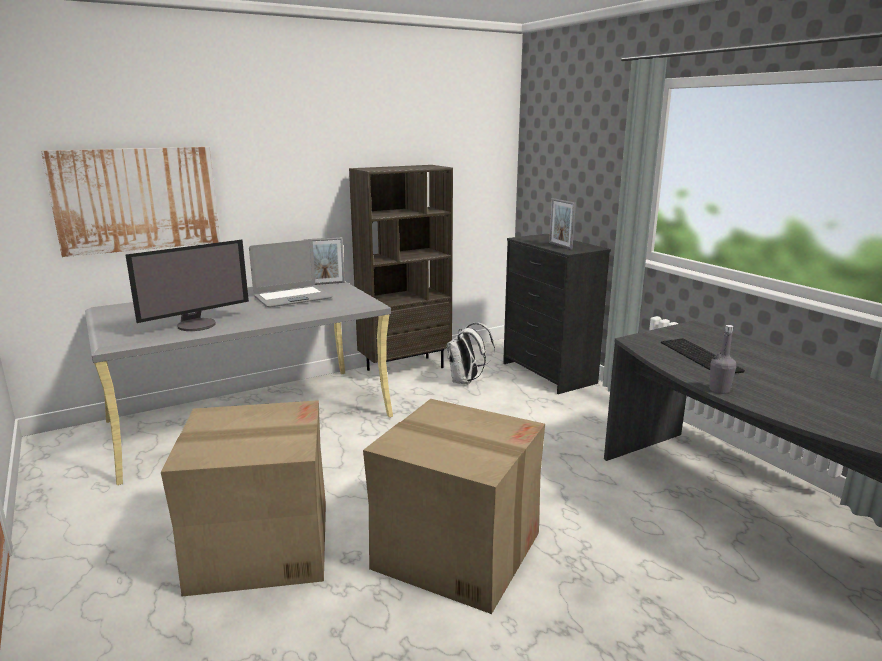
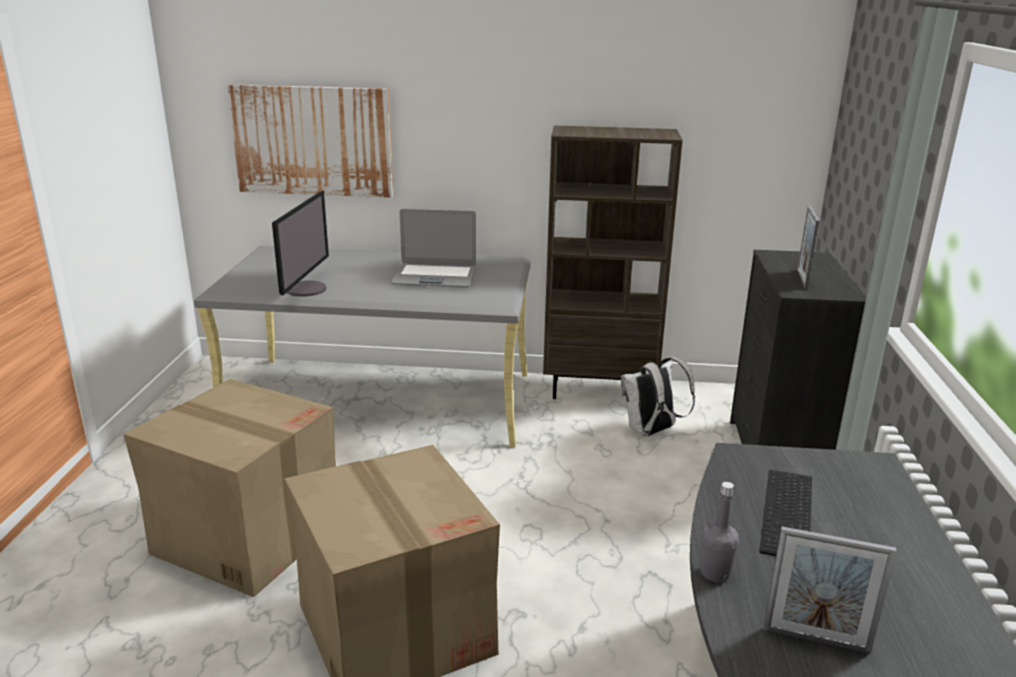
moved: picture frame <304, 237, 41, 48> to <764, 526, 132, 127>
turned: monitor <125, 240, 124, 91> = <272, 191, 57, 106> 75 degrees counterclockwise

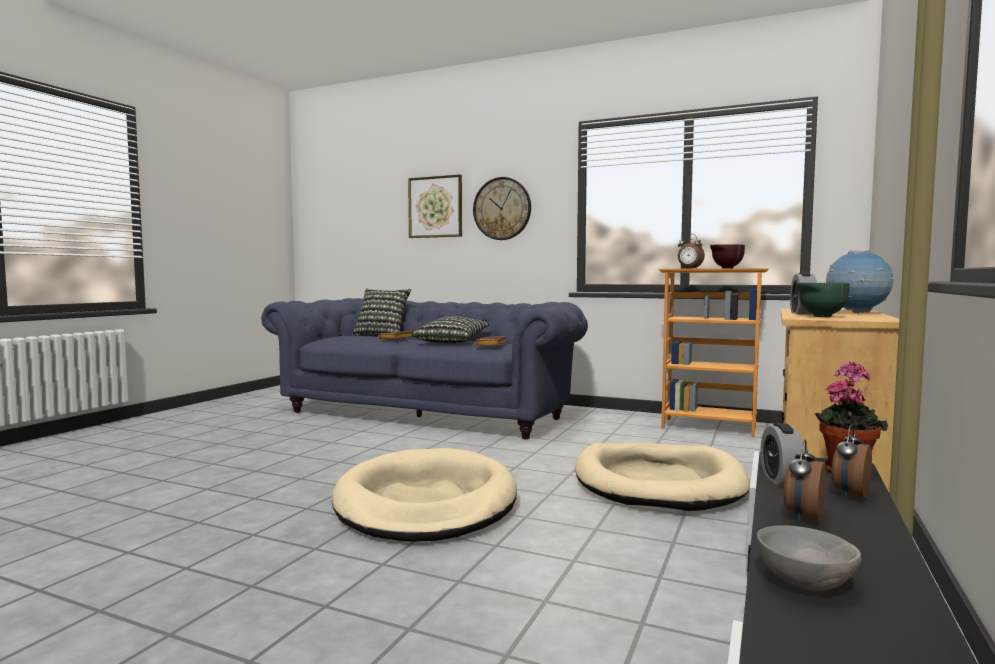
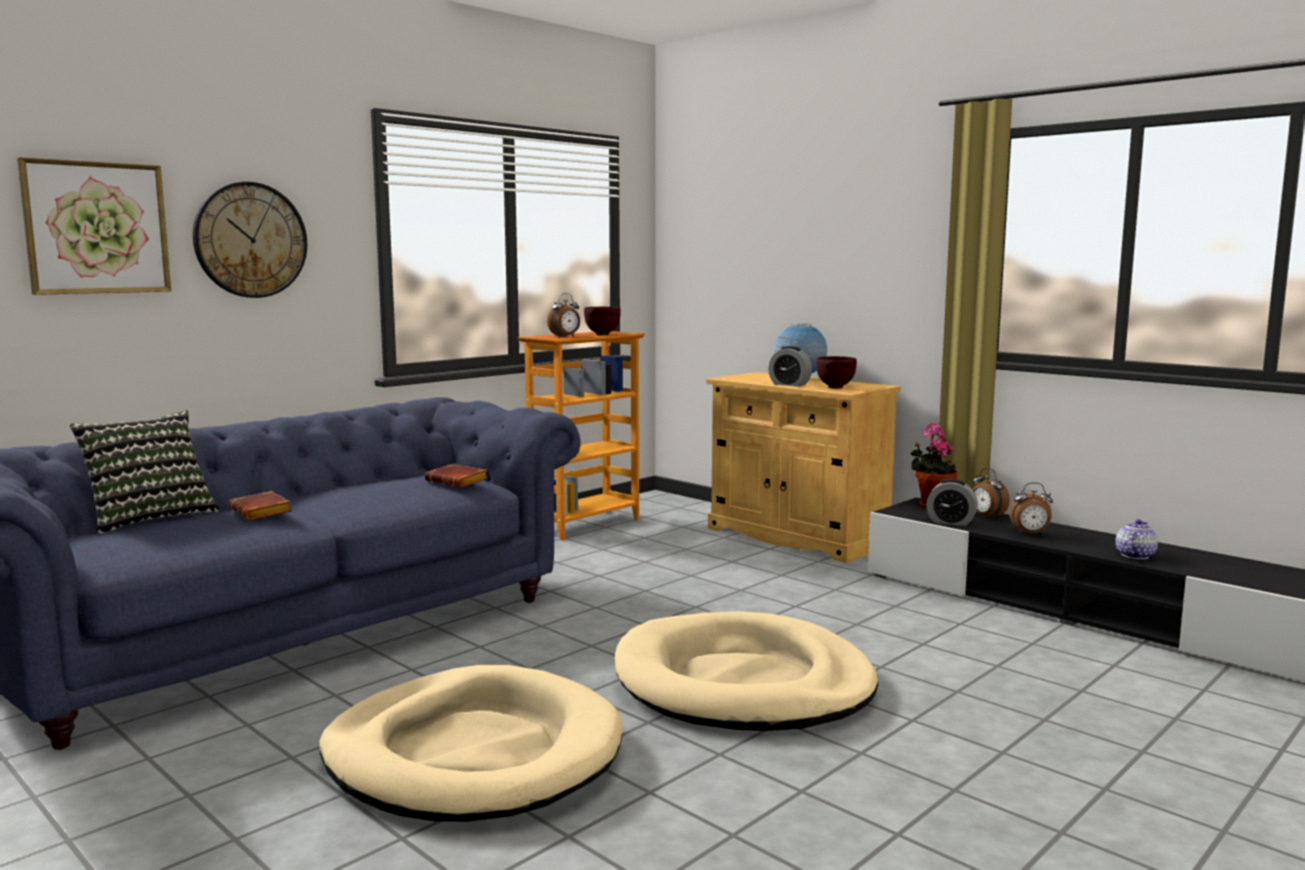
removed: pillow <412, 316, 78, 28>
moved: beige dog bed <575, 443, 175, 68> to <319, 665, 304, 157>
replaced: grey bowl <757, 525, 105, 65> to teapot <1115, 519, 43, 40>
recoloured: green bowl <797, 283, 53, 34> to brown bowl <816, 356, 41, 32>
turned: alarm clock <784, 440, 42, 82> = <1009, 482, 44, 53> 45 degrees counterclockwise

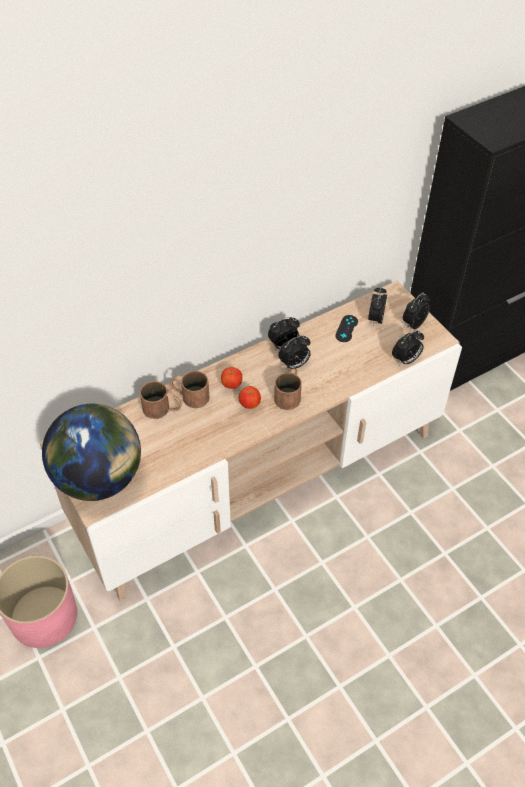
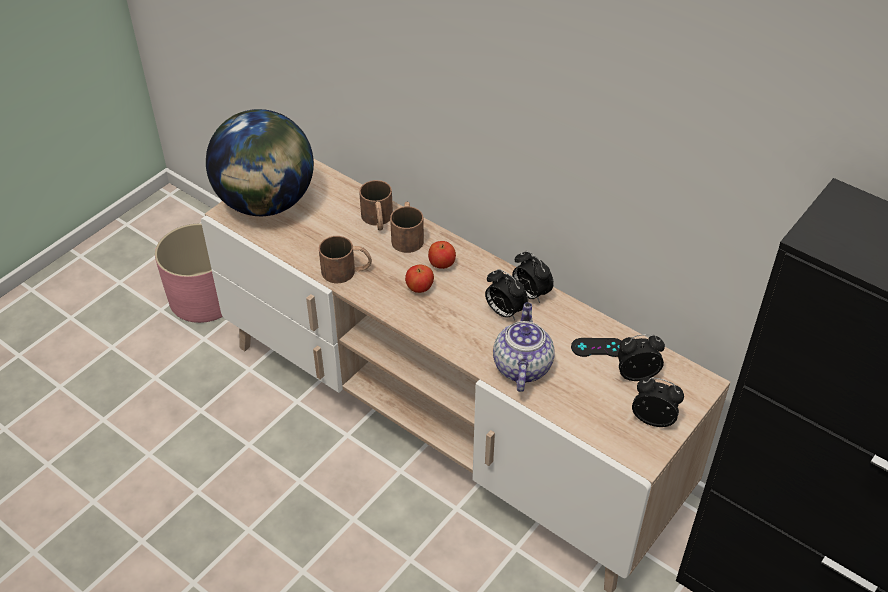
removed: alarm clock <392, 330, 32, 36>
added: teapot <493, 302, 61, 90>
moved: brown mug <274, 368, 28, 42> to <319, 236, 53, 47>

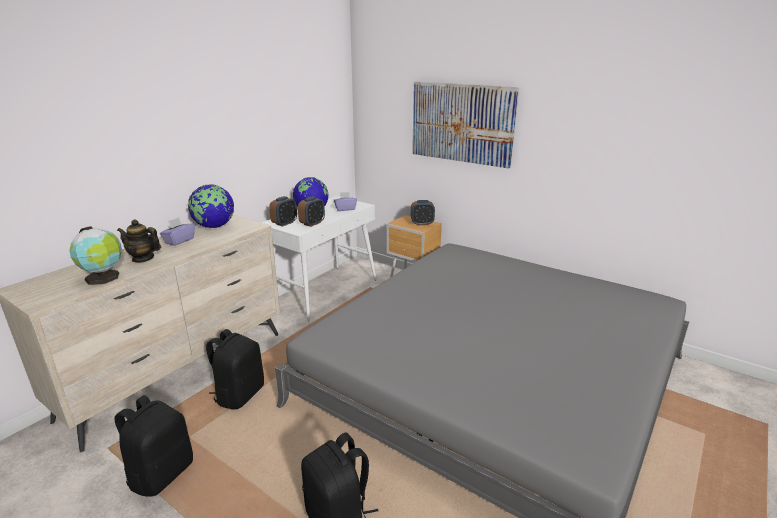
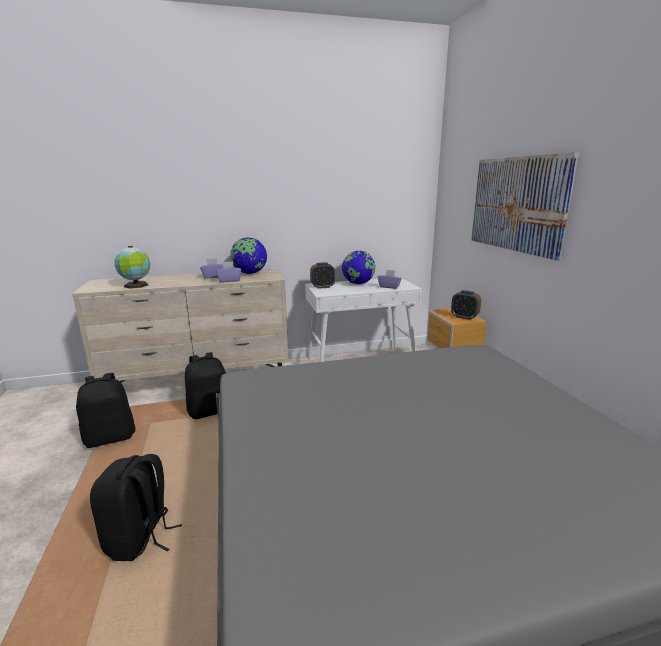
removed: teapot <117, 219, 44, 44>; alarm clock <298, 196, 27, 31>
added: purple tissue box <216, 261, 25, 21>

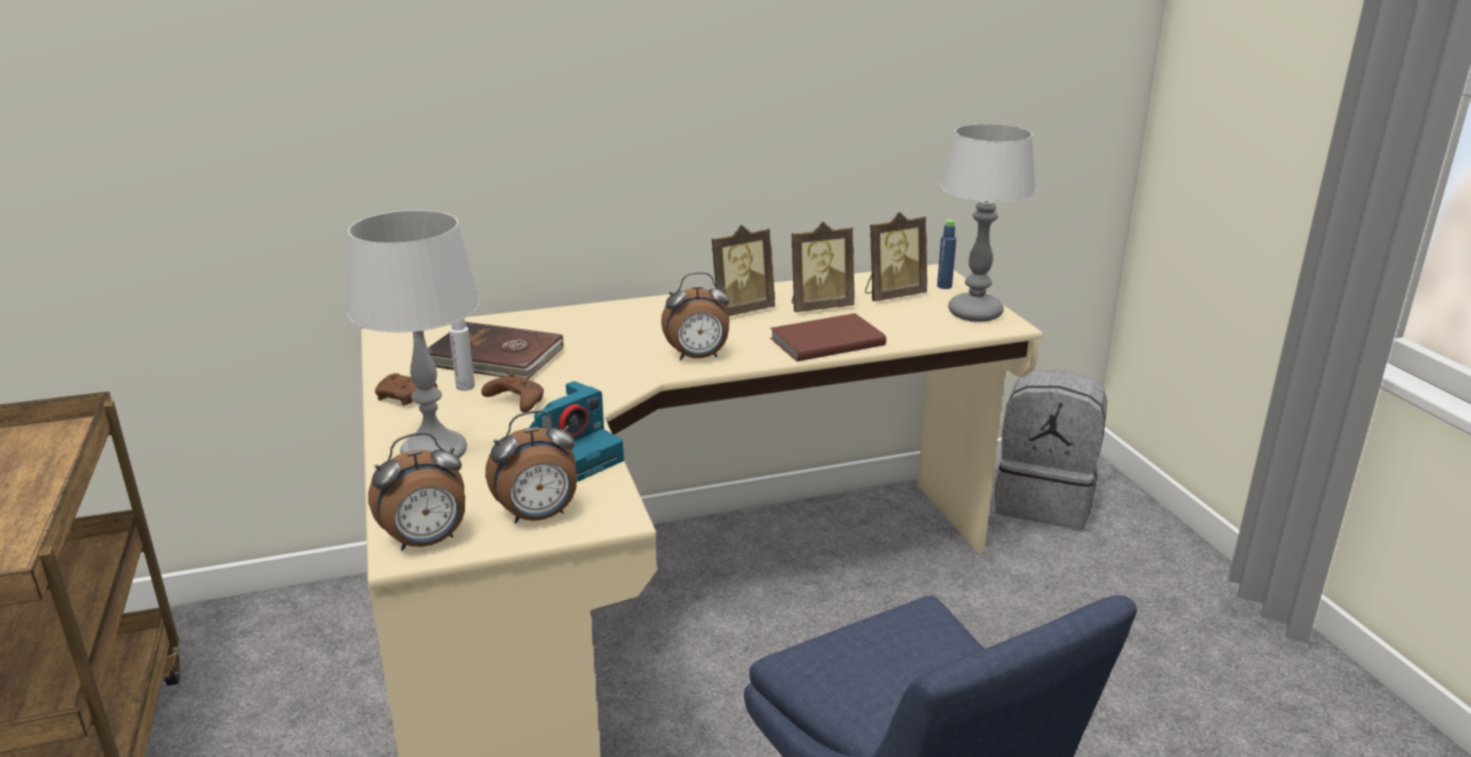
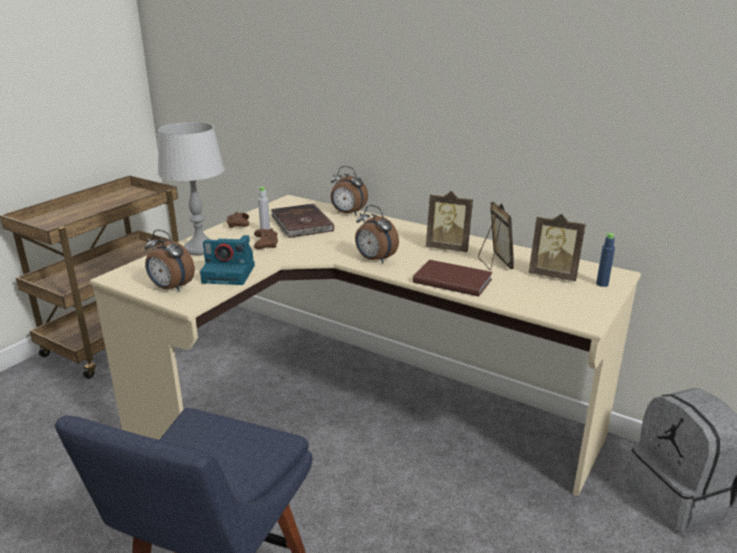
removed: table lamp <941, 124, 95, 198>
moved: alarm clock <368, 432, 97, 119> to <331, 166, 37, 49>
turned: picture frame <792, 222, 63, 90> = <478, 202, 36, 69> 135 degrees counterclockwise

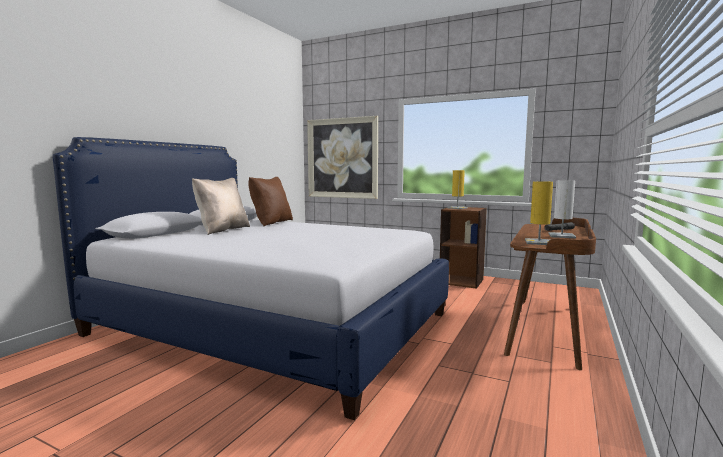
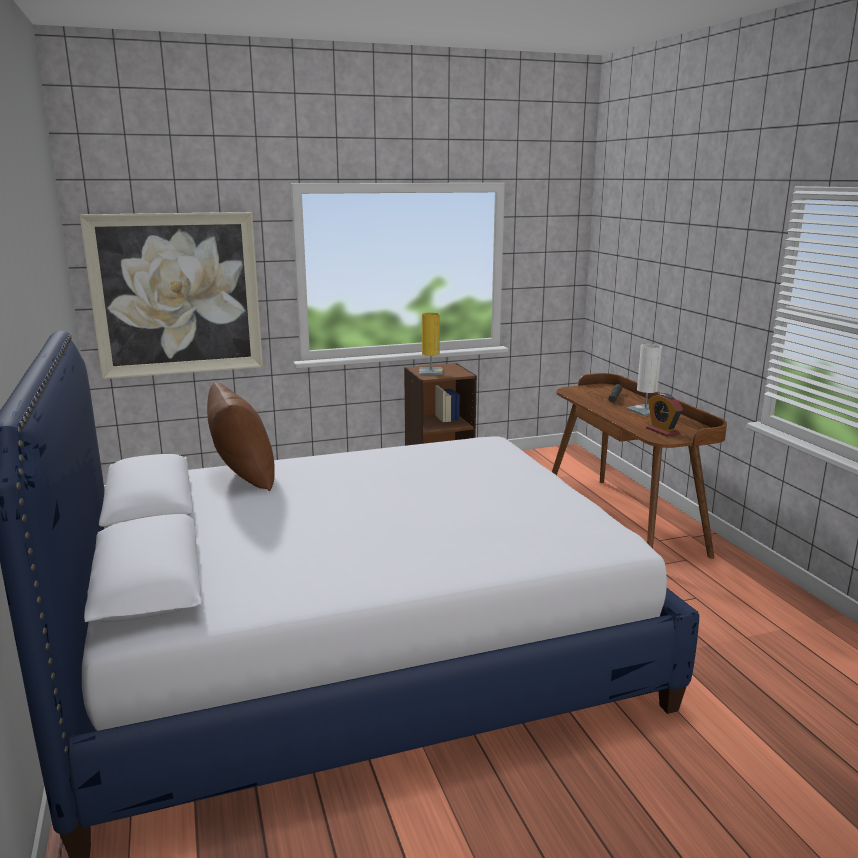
removed: beige pillow <192, 178, 58, 57>
replaced: yellow table lamp <525, 181, 28, 64> to alarm clock <646, 393, 37, 43>

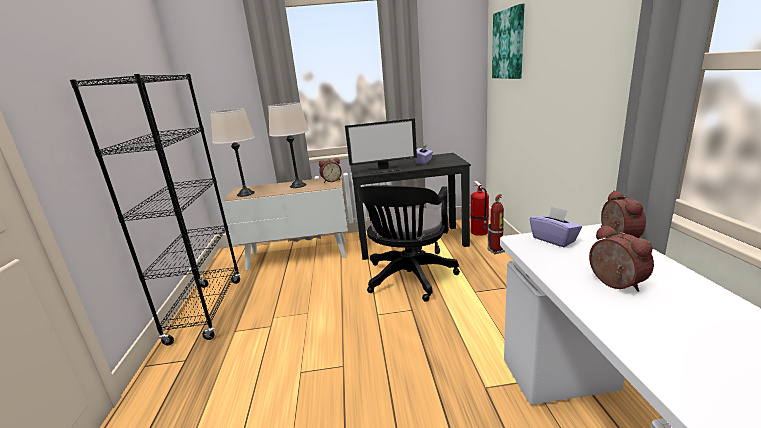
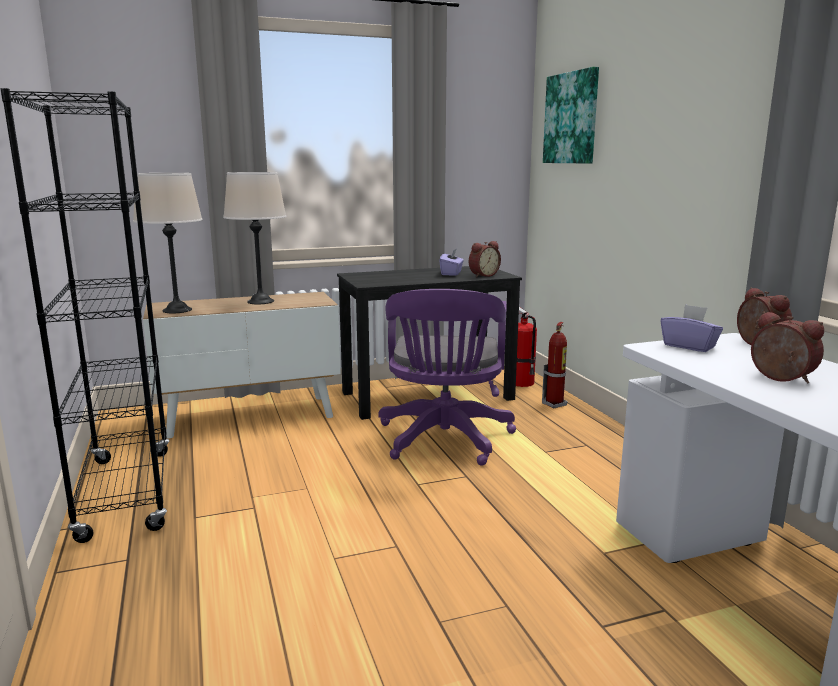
removed: monitor <345, 118, 72, 56>
moved: alarm clock <319, 158, 23, 25> to <469, 241, 32, 36>
recoloured: black office chair <358, 185, 102, 117> to purple office chair <378, 289, 138, 177>

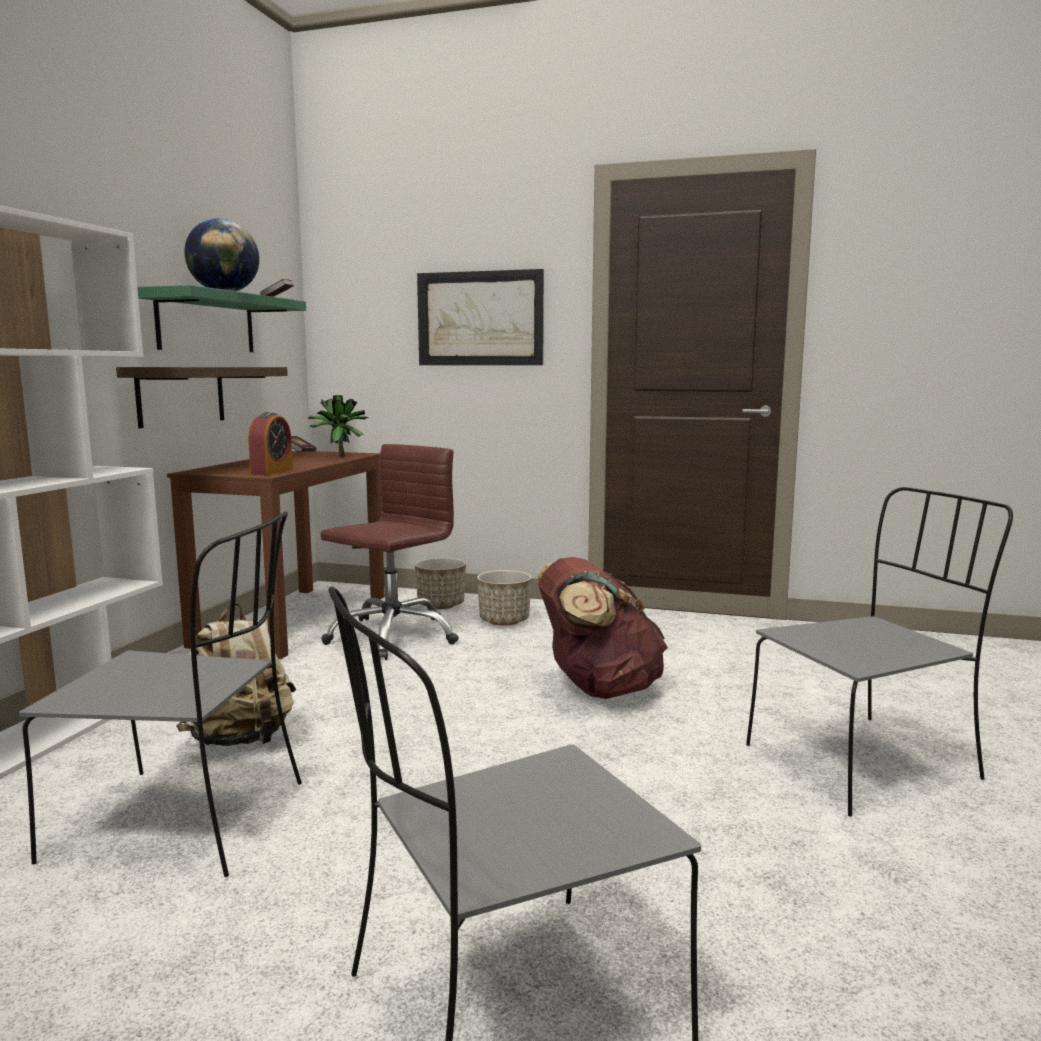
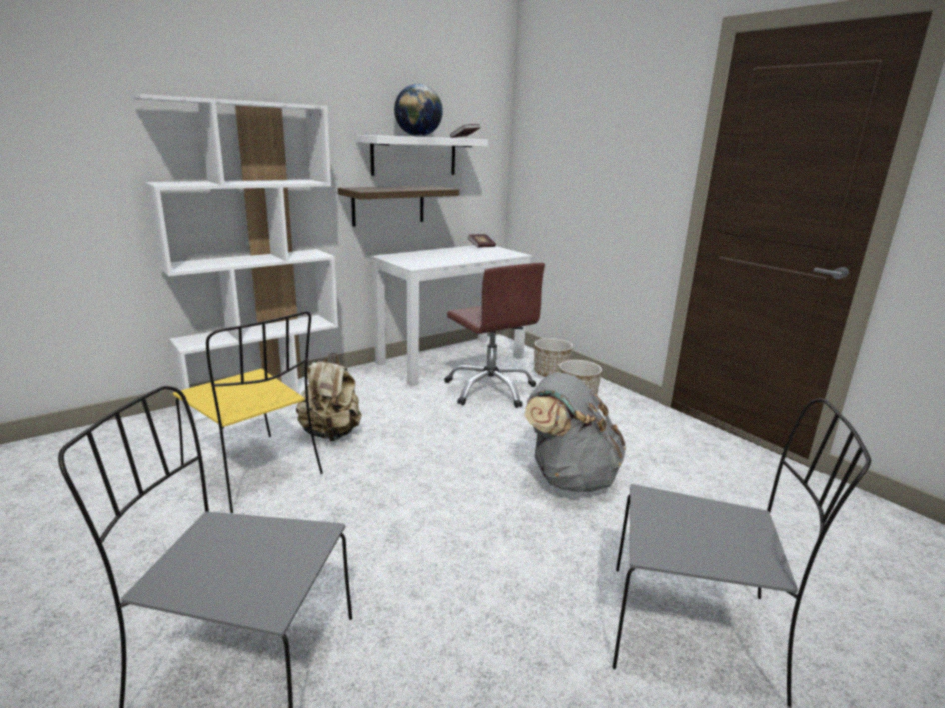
removed: alarm clock <248, 412, 45, 63>; potted plant <308, 395, 60, 62>; picture <417, 269, 127, 96>
recoloured: grey chair <19, 511, 283, 366> to yellow chair <173, 311, 150, 202>; green shelf <137, 285, 169, 67> to white shelf <357, 135, 131, 41>; brown desk <167, 451, 218, 208> to white desk <371, 245, 161, 142>; brown backpack <537, 557, 131, 142> to grey backpack <524, 372, 102, 120>
turned: brown office chair <321, 444, 138, 216> = <444, 263, 101, 145> 75 degrees clockwise

